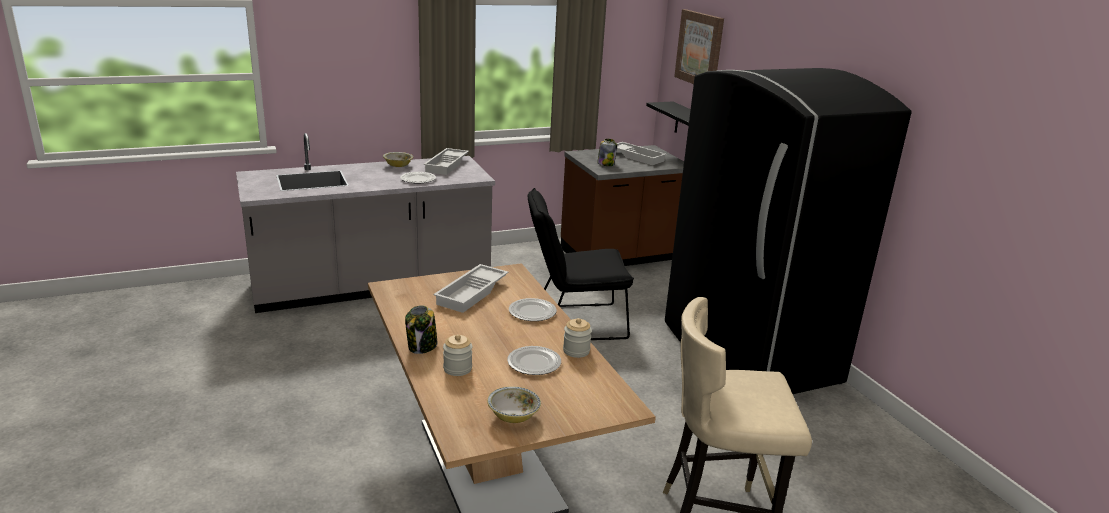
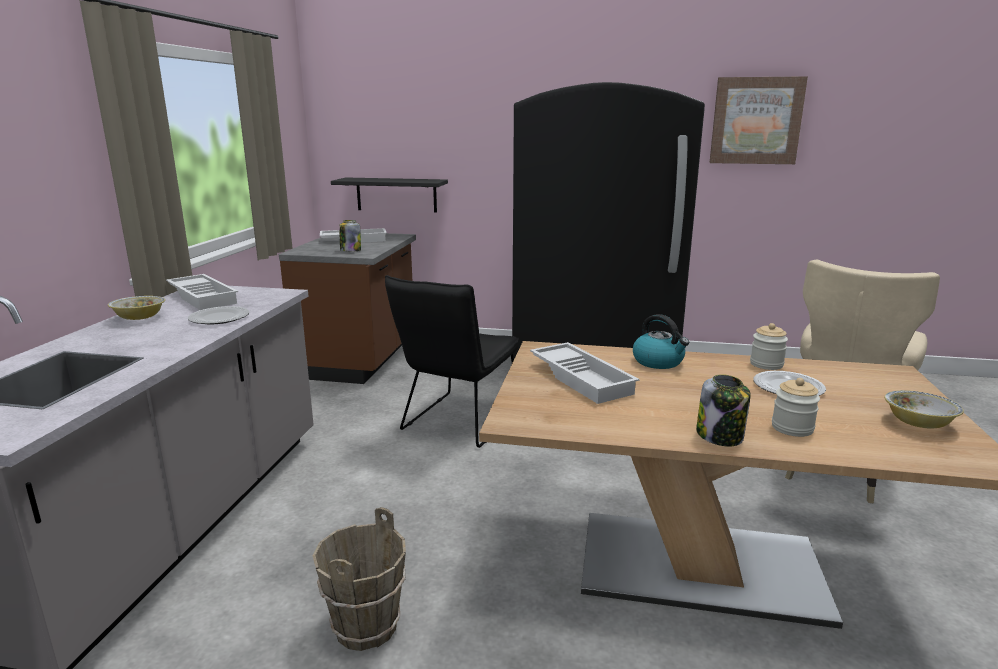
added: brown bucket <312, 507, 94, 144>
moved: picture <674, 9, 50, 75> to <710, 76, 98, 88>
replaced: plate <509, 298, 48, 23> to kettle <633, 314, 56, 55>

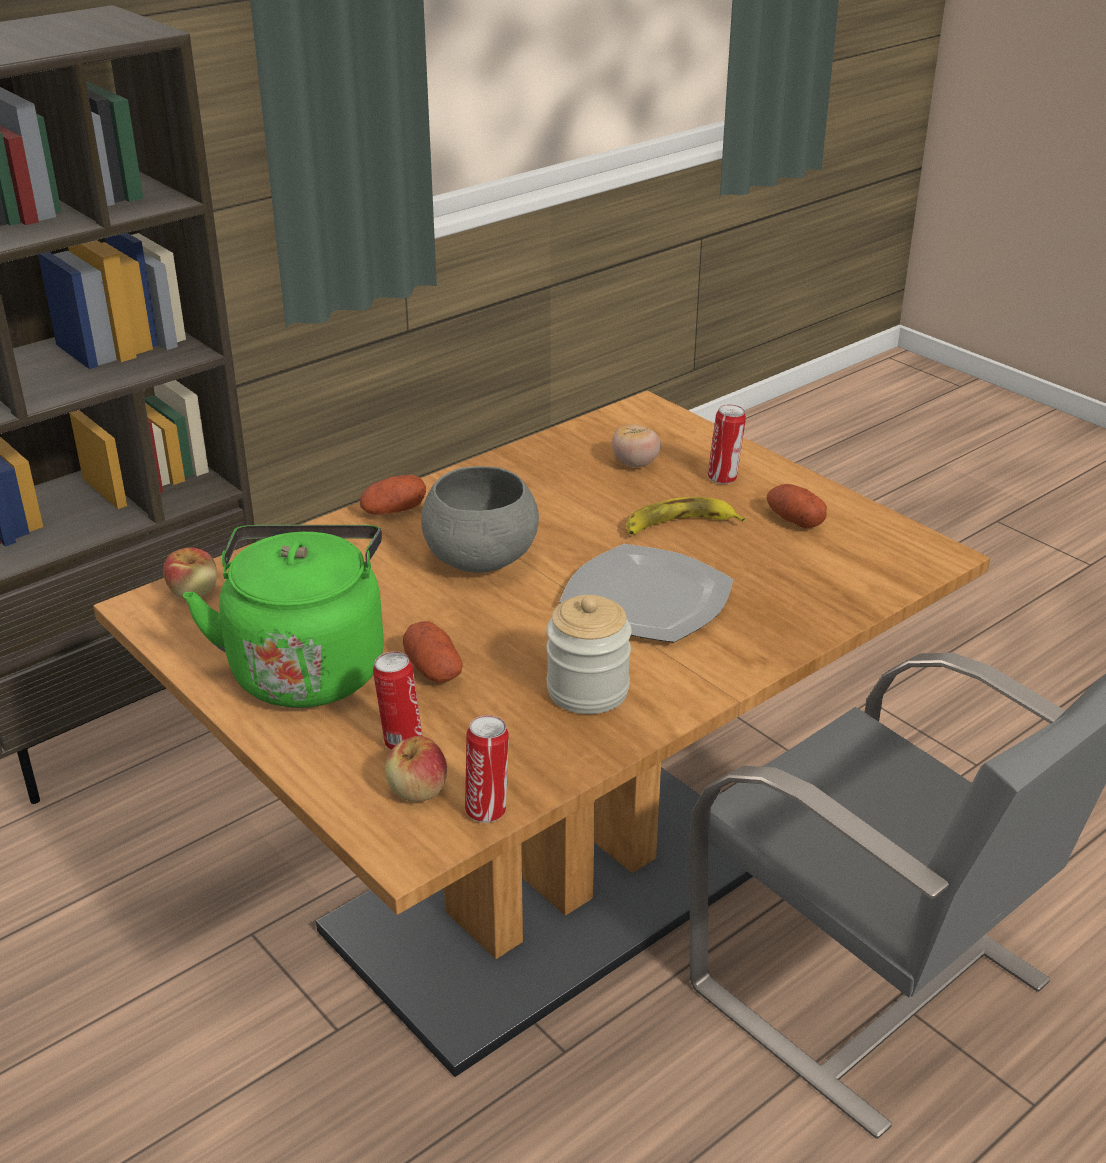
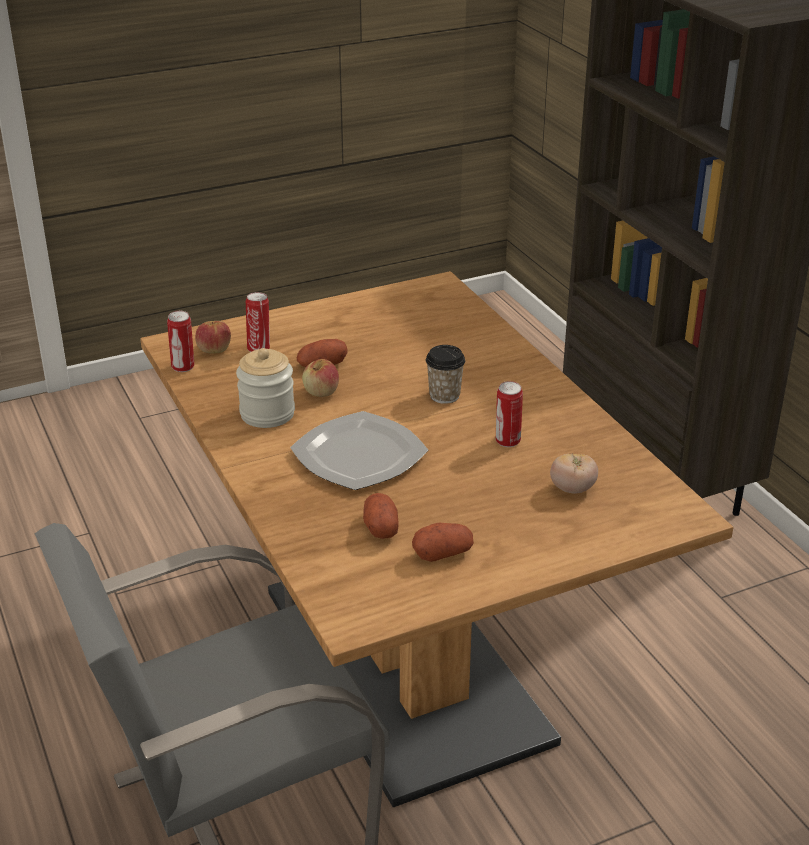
removed: green kettle <183, 525, 201, 183>; banana <626, 497, 119, 38>
moved: apple <163, 547, 54, 52> to <302, 359, 37, 38>; potato <360, 475, 66, 40> to <363, 493, 36, 46>; can <708, 404, 38, 80> to <496, 381, 27, 66>
replaced: grey bowl <421, 466, 118, 106> to cup <426, 345, 39, 59>

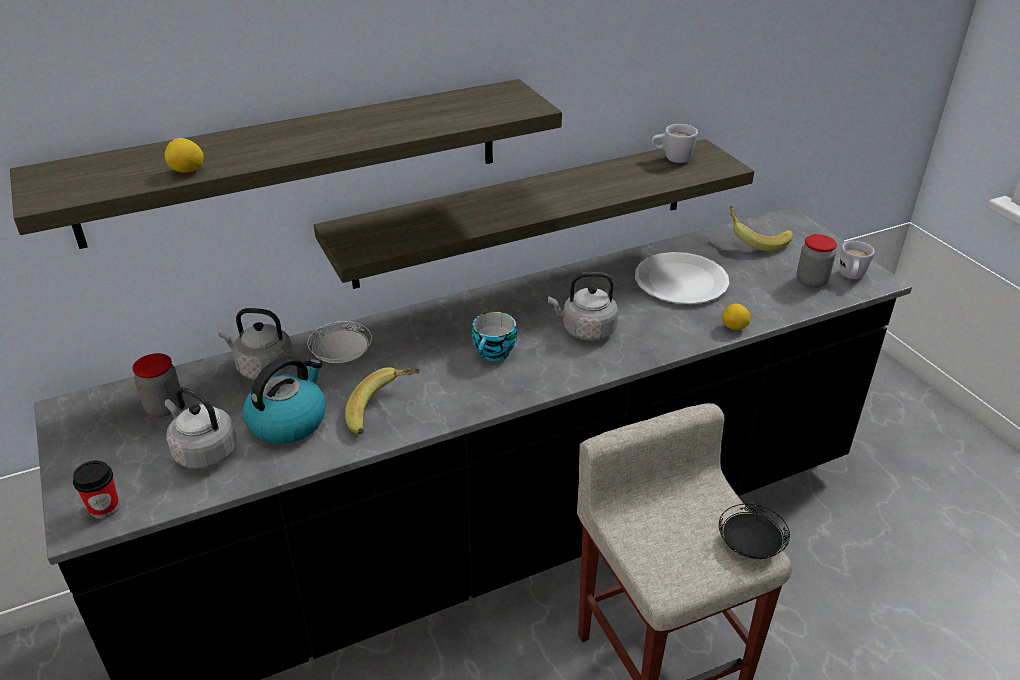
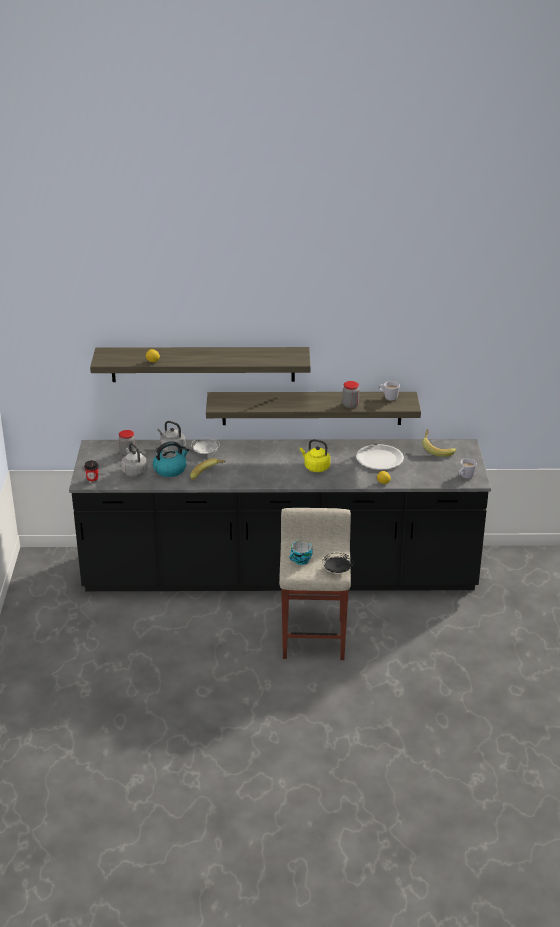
moved: cup <472, 312, 45, 49> to <289, 541, 24, 24>; jar <797, 234, 40, 54> to <342, 381, 17, 27>
recoloured: grey kettle <548, 272, 70, 69> to yellow kettle <300, 439, 30, 33>

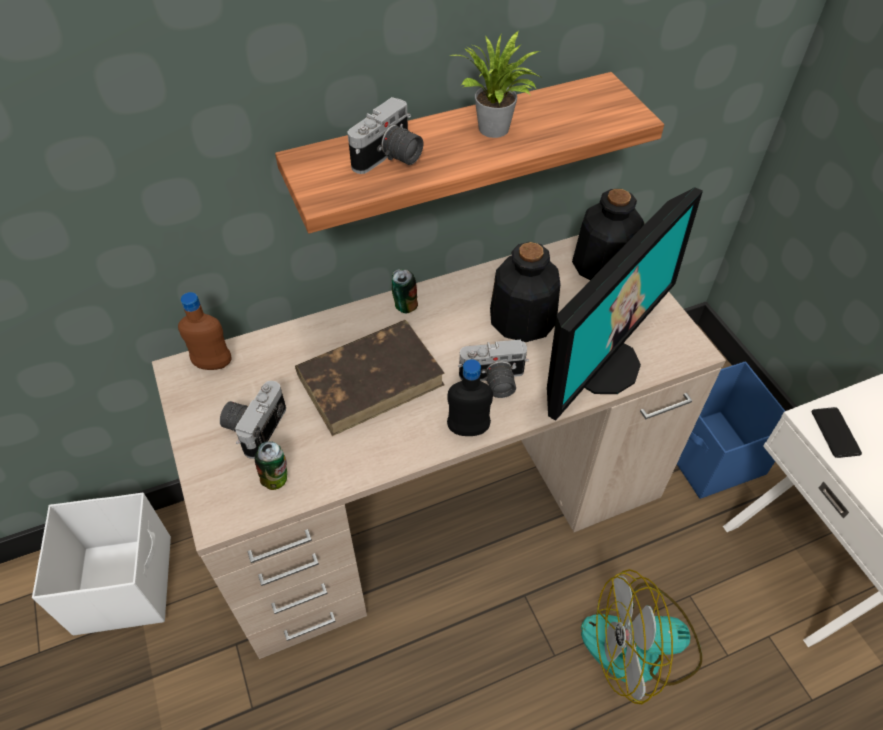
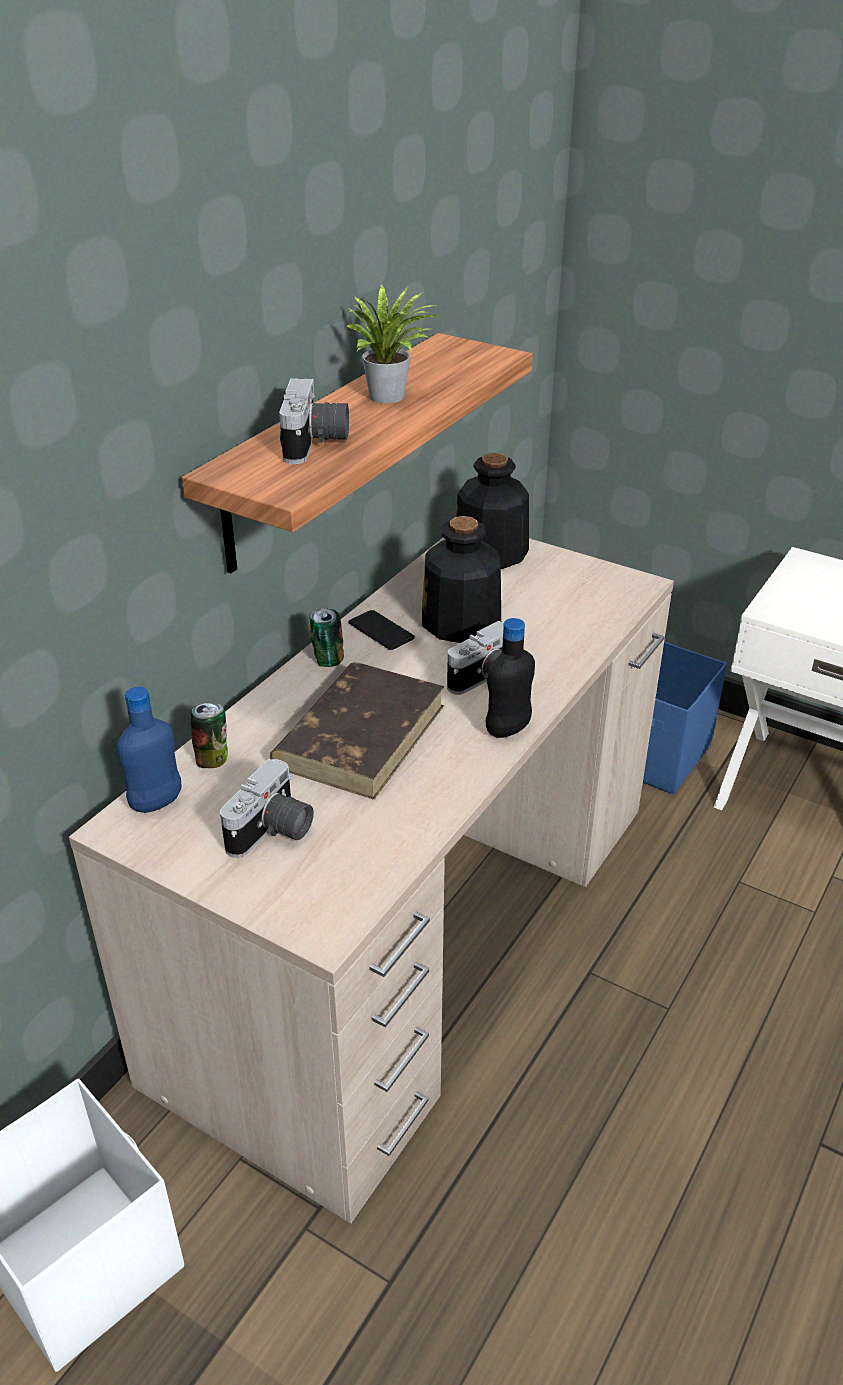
removed: monitor <547, 187, 156, 234>; fan <581, 569, 121, 135>
moved: can <255, 441, 32, 49> to <190, 703, 38, 65>; phone <812, 407, 50, 51> to <349, 610, 66, 40>
recoloured: brown bottle <178, 292, 54, 78> to blue bottle <117, 687, 65, 126>
turned: photo camera <220, 381, 66, 78> = <220, 759, 94, 99> 135 degrees counterclockwise

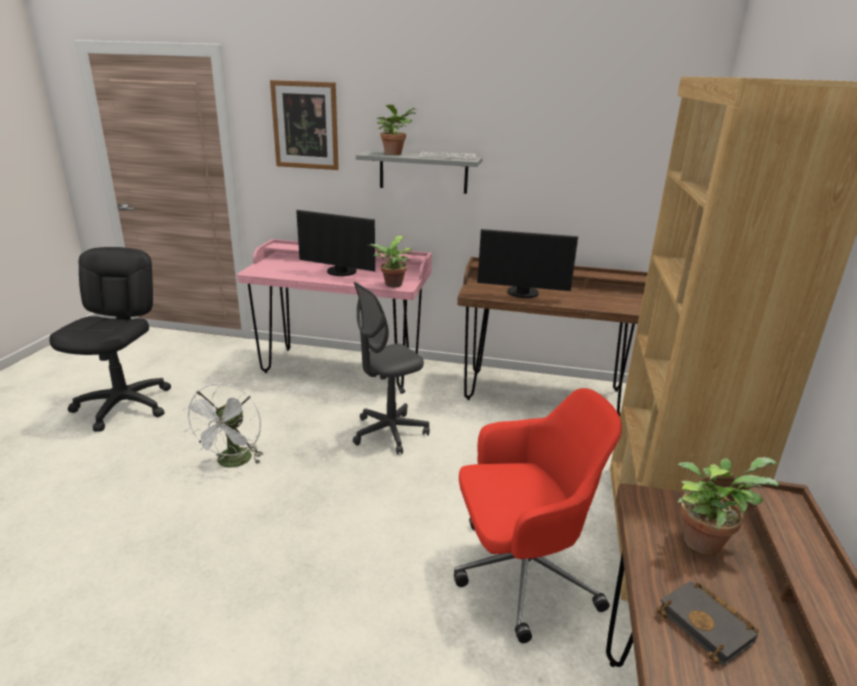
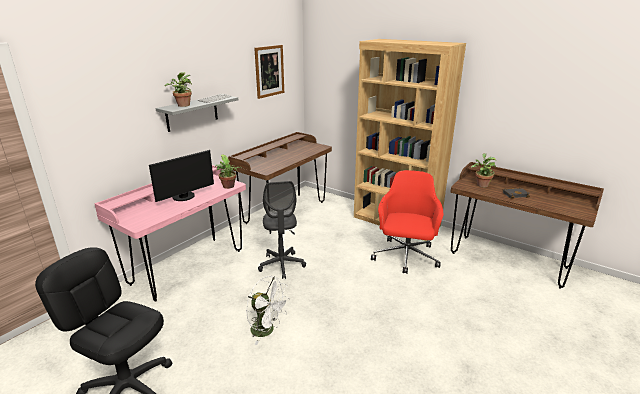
removed: monitor <477, 229, 101, 69>
moved: picture <270, 80, 69, 90> to <254, 45, 30, 54>

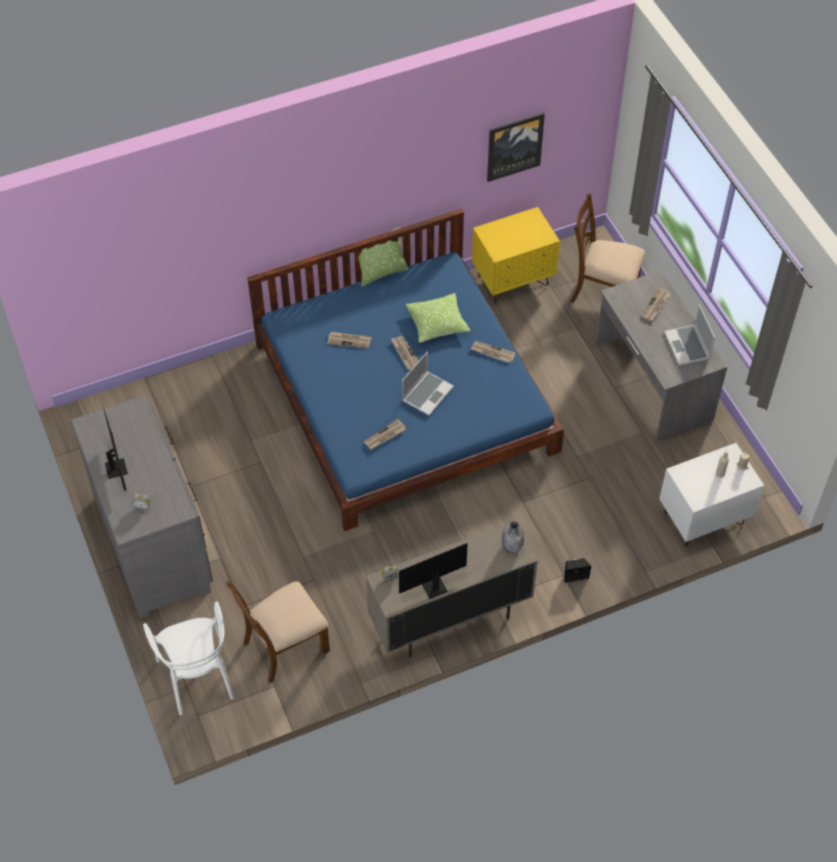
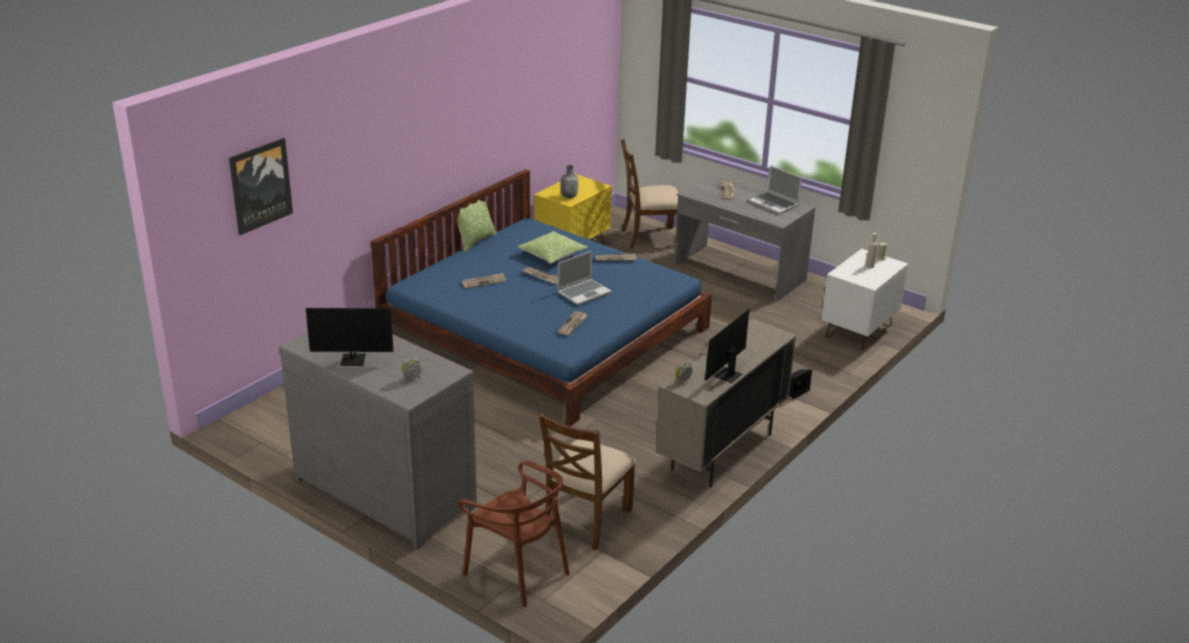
moved: picture <487, 113, 58, 69> to <229, 138, 64, 97>; grey bottle <502, 521, 22, 32> to <561, 165, 17, 33>
recoloured: white chair <143, 602, 91, 113> to brown chair <458, 461, 112, 146>
turned: monitor <103, 408, 25, 83> = <306, 308, 110, 58> 135 degrees clockwise; laptop <402, 352, 52, 64> = <558, 251, 54, 54> 45 degrees clockwise

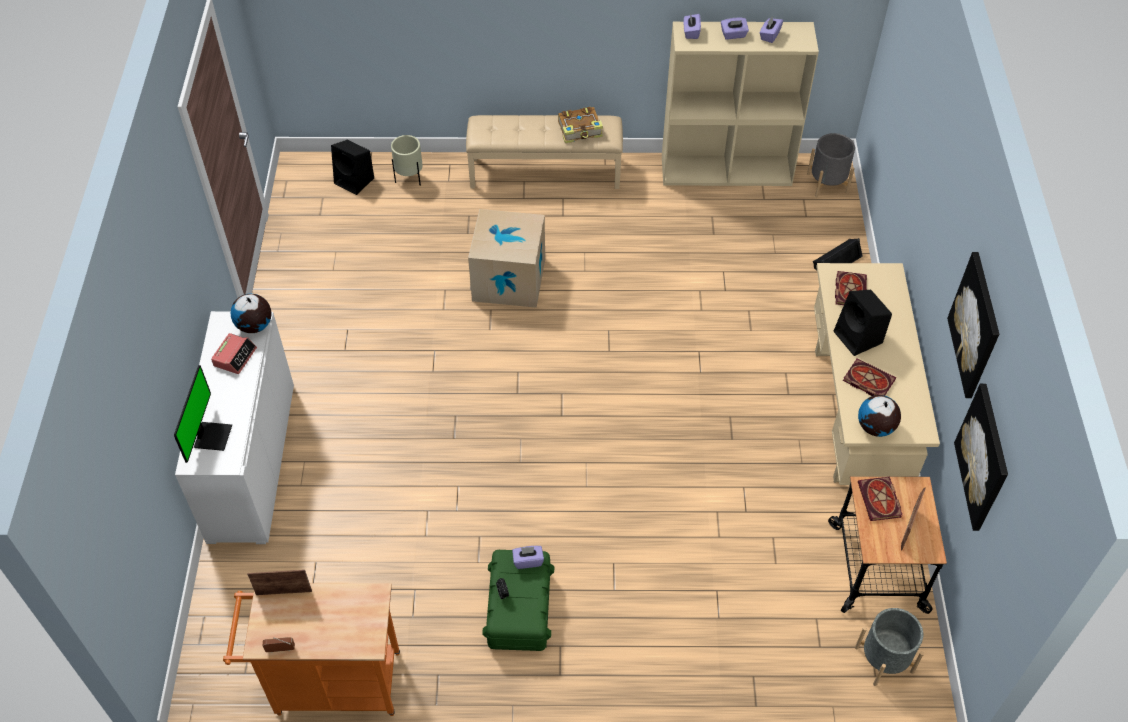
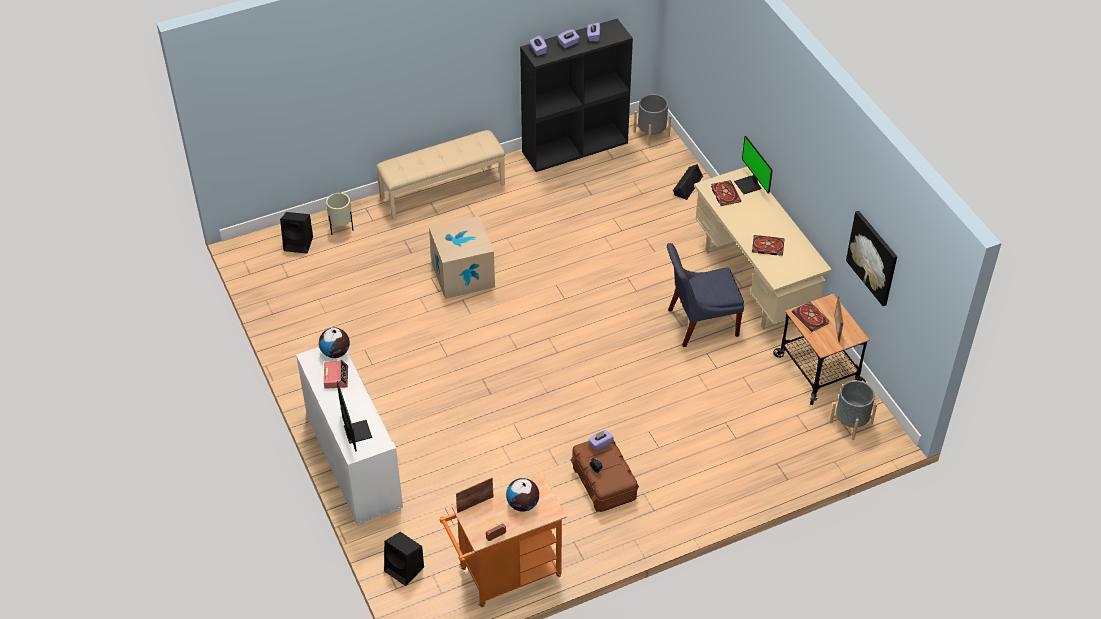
removed: book <558, 106, 45, 37>; picture <947, 252, 52, 146>
added: blue chair <667, 243, 77, 104>; monitor <734, 136, 39, 58>
moved: black speaker <834, 290, 58, 66> to <384, 532, 40, 54>; globe <858, 395, 43, 42> to <506, 478, 33, 34>
recoloured: beige bookcase <662, 22, 157, 164> to black bookcase <520, 18, 113, 154>; green storage box <482, 550, 72, 101> to brown storage box <571, 440, 68, 72>

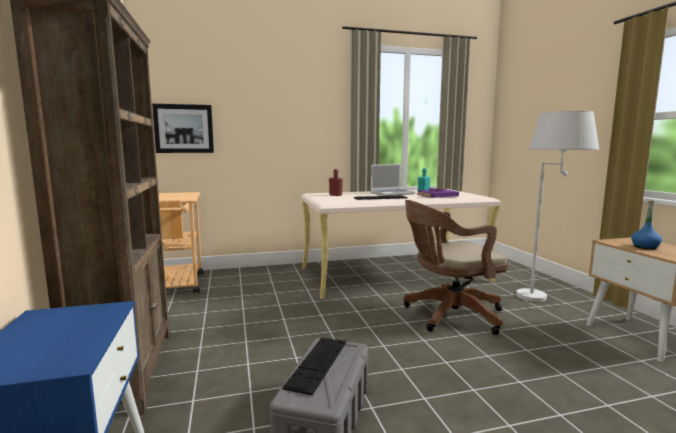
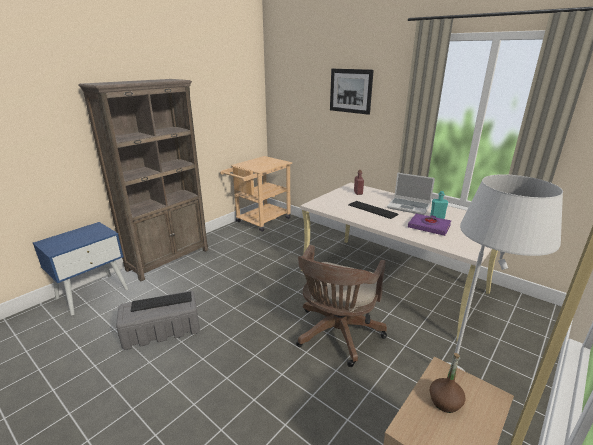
moved: picture <152, 104, 62, 49> to <330, 69, 44, 46>
recoloured: blue bottle <631, 201, 31, 48> to brown bottle <430, 353, 35, 60>
turned: brown office chair <404, 200, 105, 135> = <296, 245, 91, 122> 105 degrees counterclockwise

